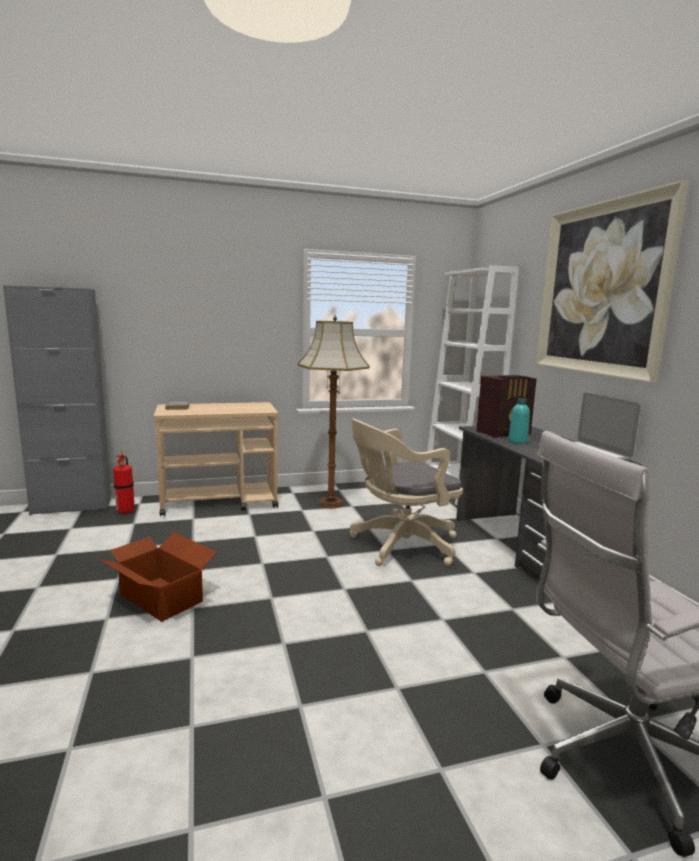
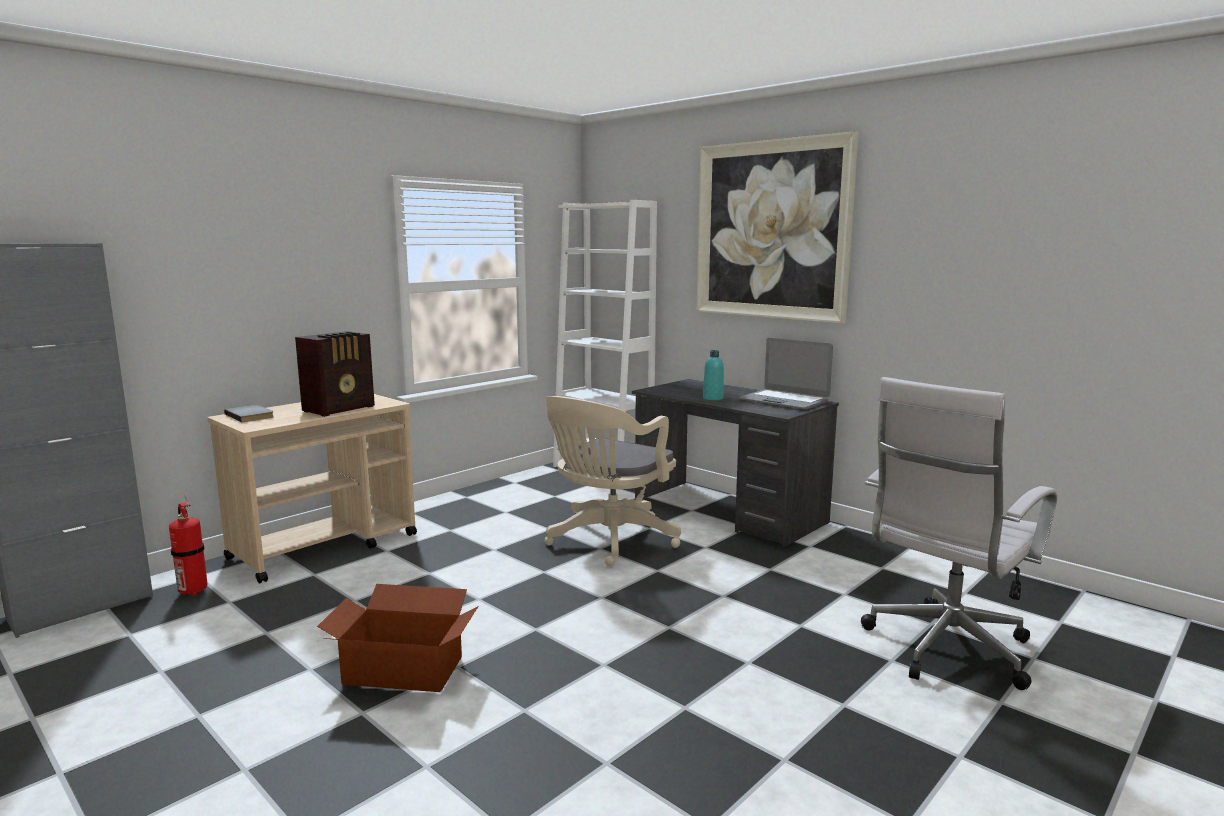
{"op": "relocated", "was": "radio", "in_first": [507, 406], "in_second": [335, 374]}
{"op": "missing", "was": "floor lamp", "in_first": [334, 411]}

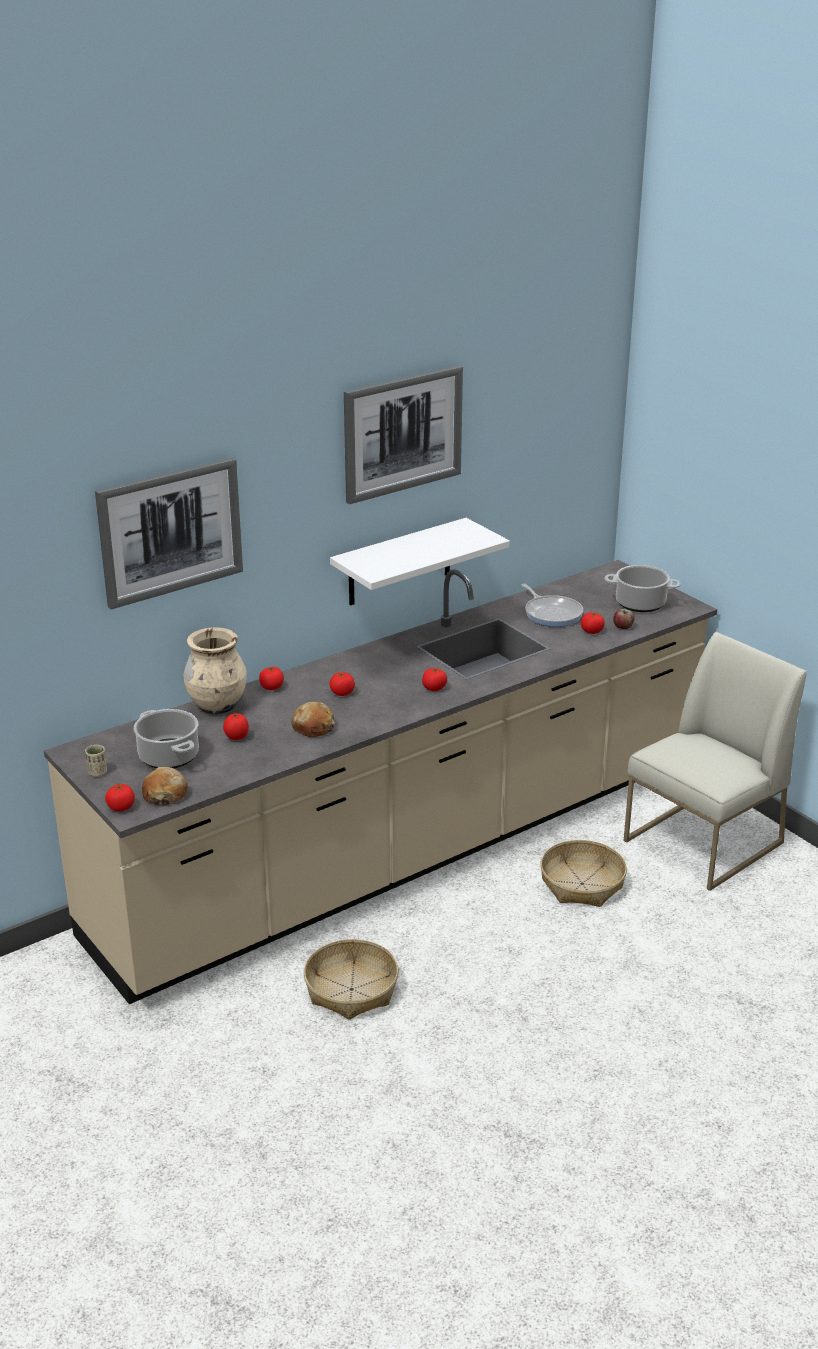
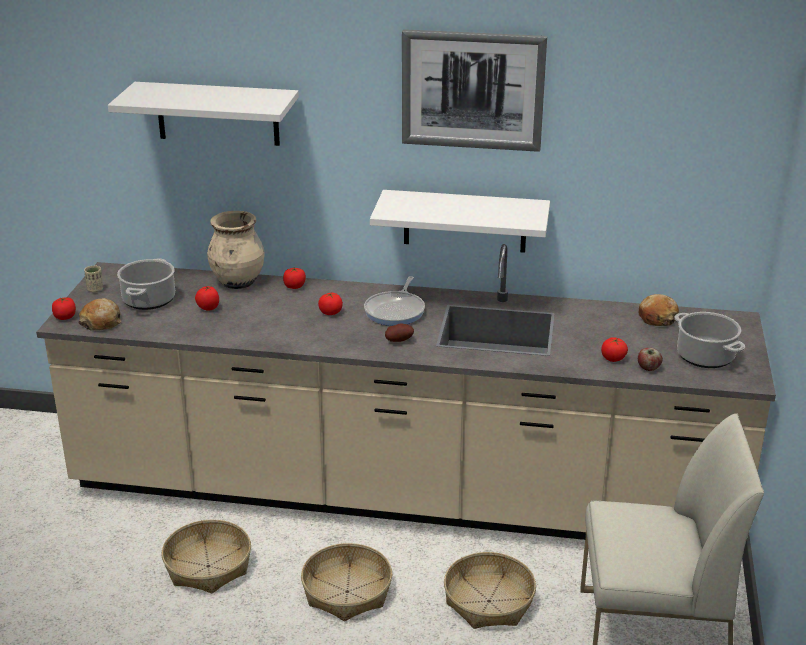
{"op": "exchanged", "was": "picture", "now": "white shelf", "in_first": [169, 533], "in_second": [203, 114]}
{"op": "appeared", "now": "basket", "in_second": [346, 582]}
{"op": "relocated", "was": "frying pan", "in_first": [552, 605], "in_second": [394, 301]}
{"op": "exchanged", "was": "tomato", "now": "potato", "in_first": [434, 679], "in_second": [399, 332]}
{"op": "relocated", "was": "bread", "in_first": [313, 719], "in_second": [659, 310]}

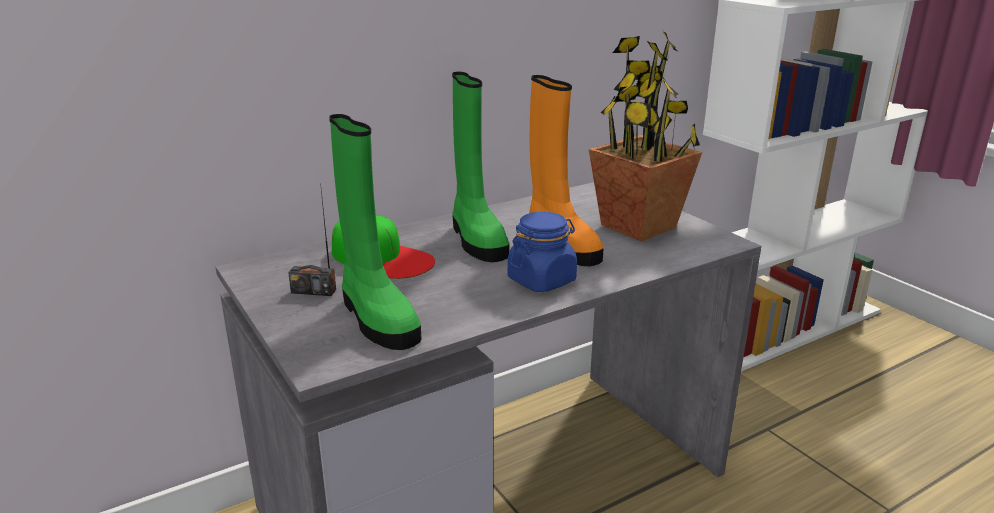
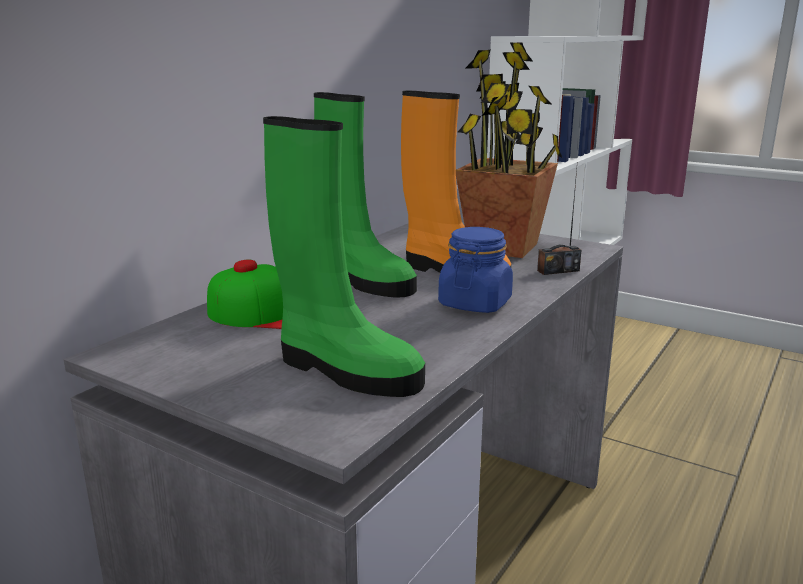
{"op": "relocated", "was": "radio", "in_first": [312, 239], "in_second": [559, 222]}

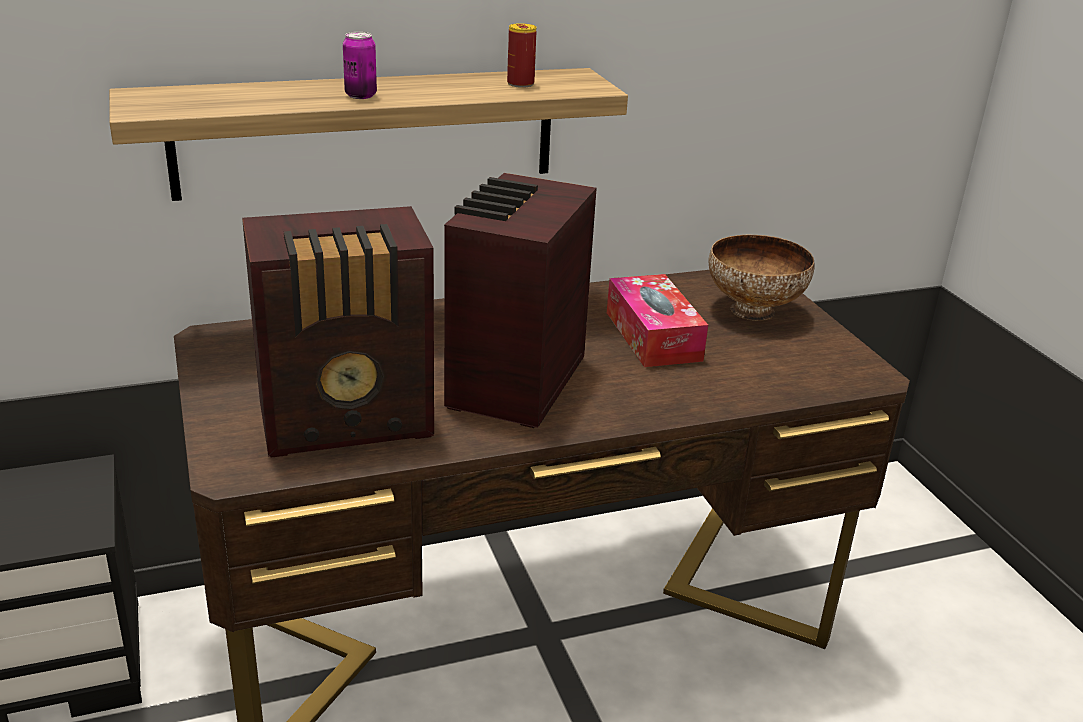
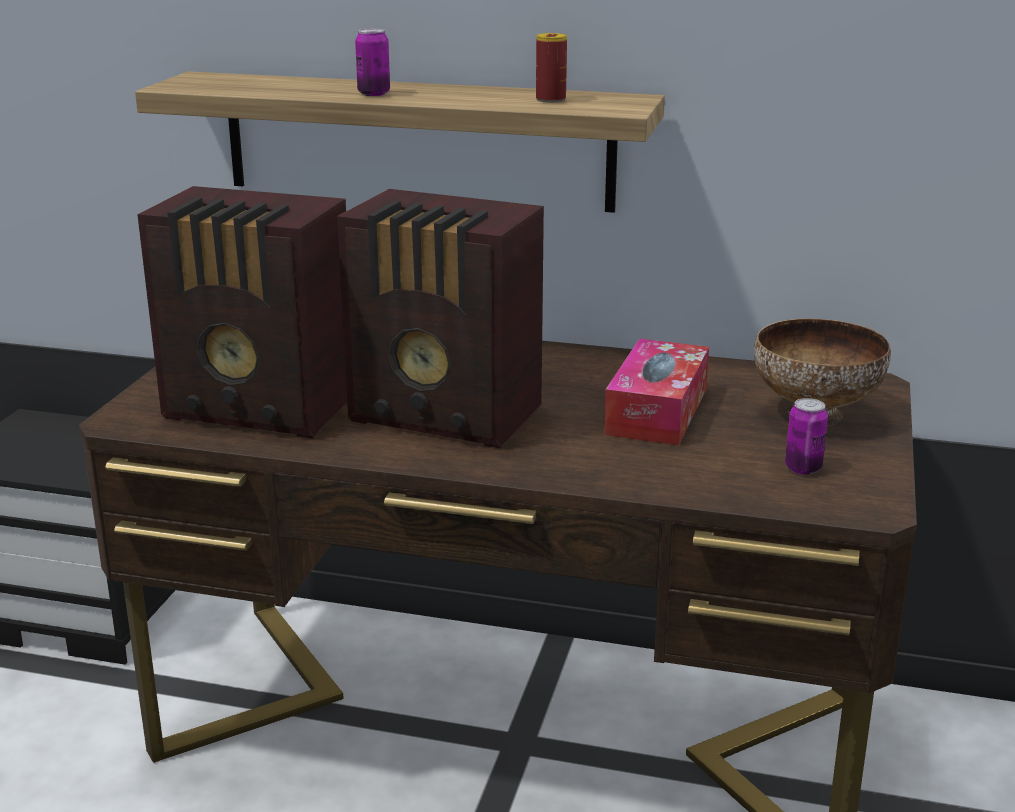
{"op": "spun", "was": "radio", "in_first": [520, 300], "in_second": [440, 318], "clockwise": -120}
{"op": "appeared", "now": "can", "in_second": [806, 436]}

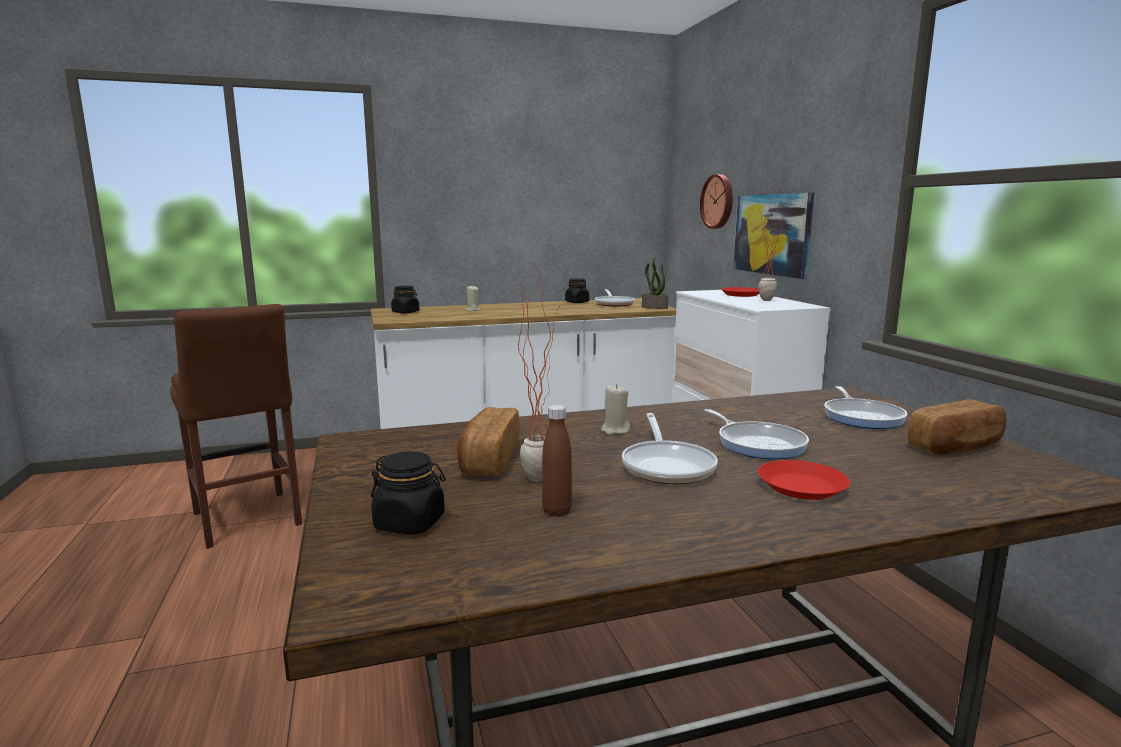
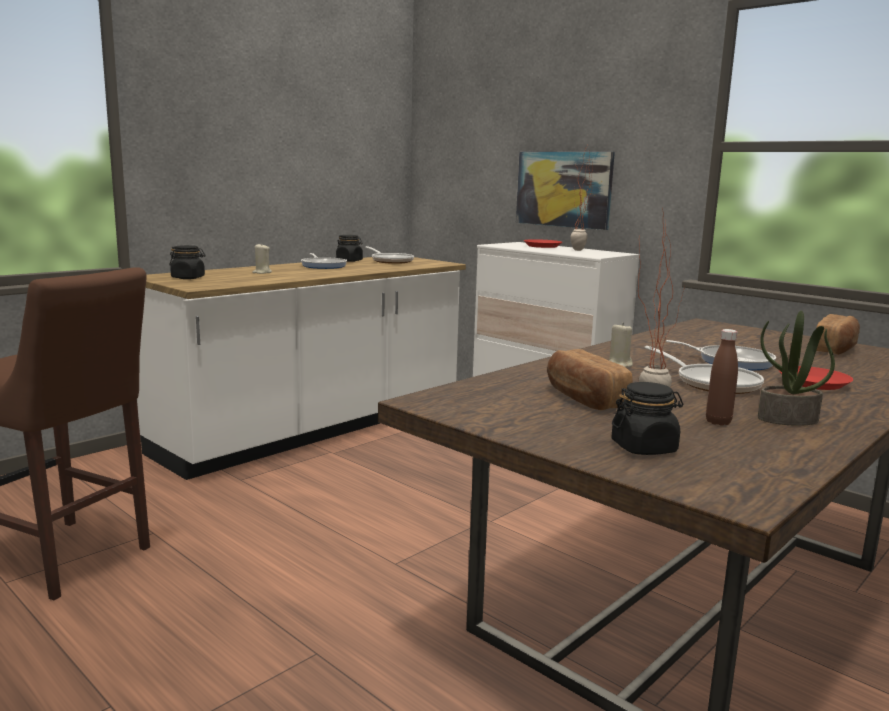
{"op": "relocated", "was": "frying pan", "in_first": [865, 407], "in_second": [324, 261]}
{"op": "relocated", "was": "potted plant", "in_first": [655, 283], "in_second": [796, 368]}
{"op": "missing", "was": "wall clock", "in_first": [716, 201]}

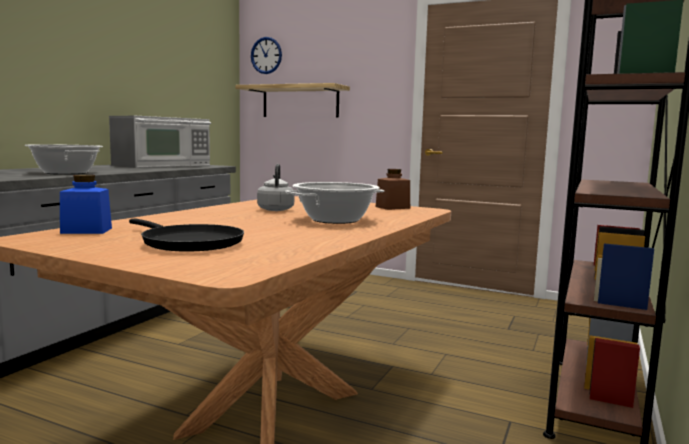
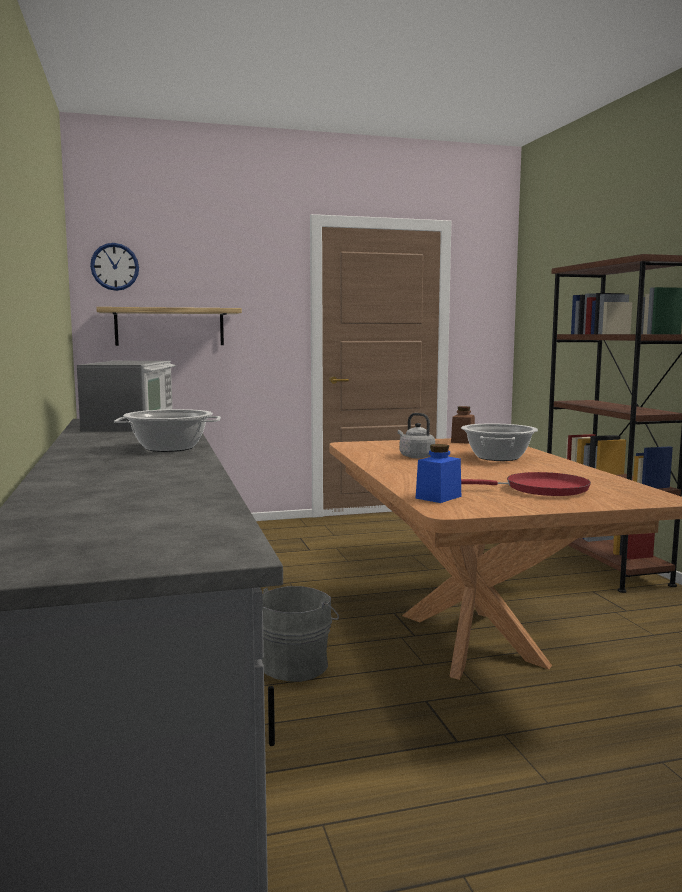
{"op": "appeared", "now": "grey bucket", "in_second": [300, 634]}
{"op": "colour", "was": "black frying pan", "now": "red frying pan", "in_first": [186, 235], "in_second": [526, 484]}

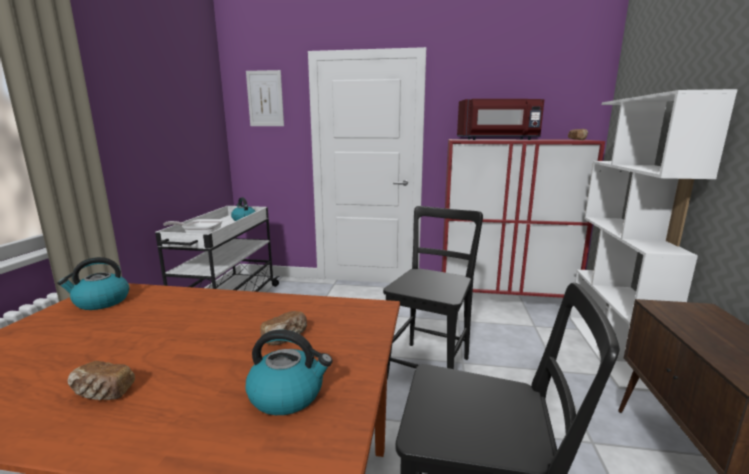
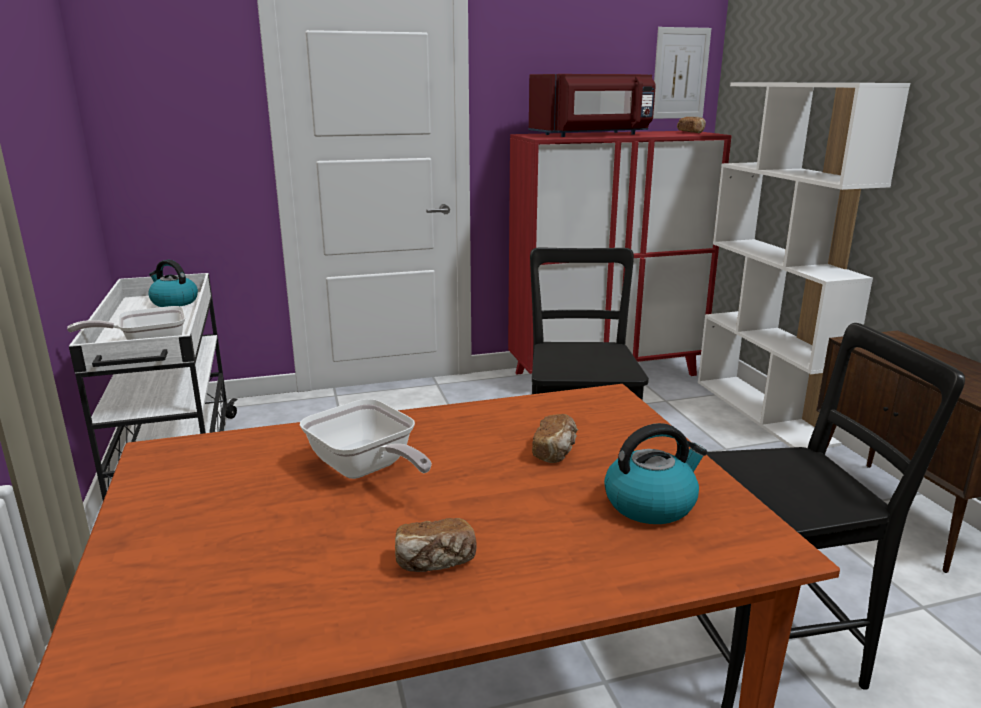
{"op": "appeared", "now": "frying pan", "in_second": [366, 439]}
{"op": "relocated", "was": "picture", "in_first": [265, 98], "in_second": [682, 73]}
{"op": "missing", "was": "kettle", "in_first": [93, 283]}

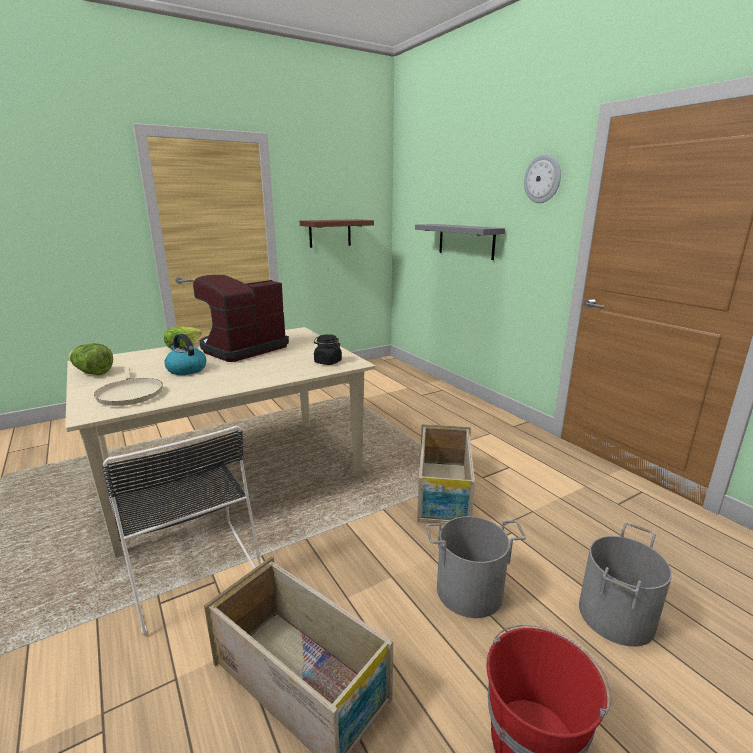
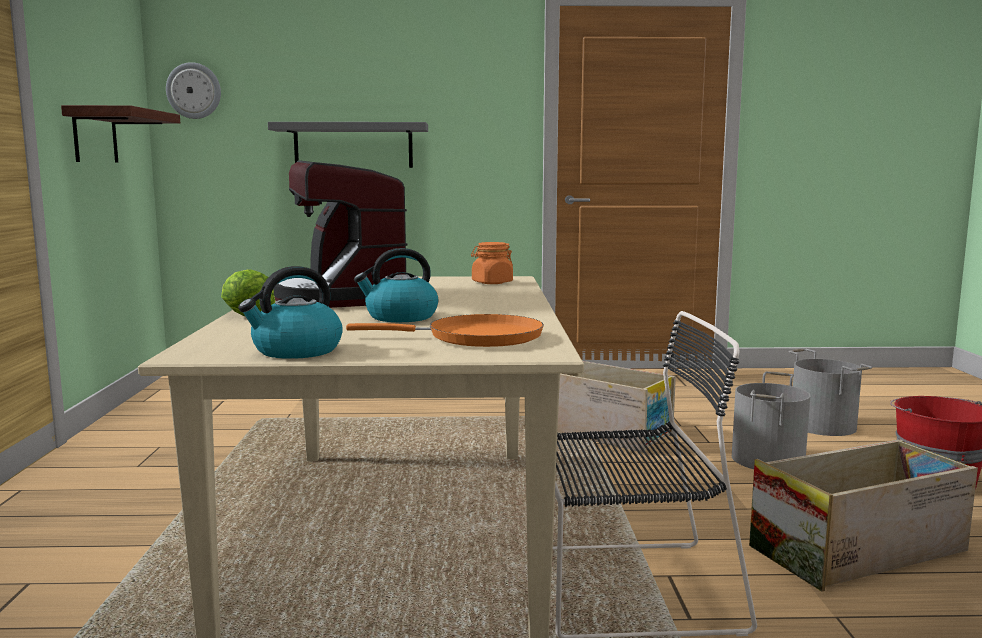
{"op": "relocated", "was": "wall clock", "in_first": [542, 178], "in_second": [193, 90]}
{"op": "exchanged", "was": "lettuce", "now": "kettle", "in_first": [91, 359], "in_second": [290, 312]}
{"op": "colour", "was": "beige frying pan", "now": "orange frying pan", "in_first": [128, 386], "in_second": [445, 330]}
{"op": "colour", "was": "black jar", "now": "orange jar", "in_first": [328, 349], "in_second": [492, 263]}

